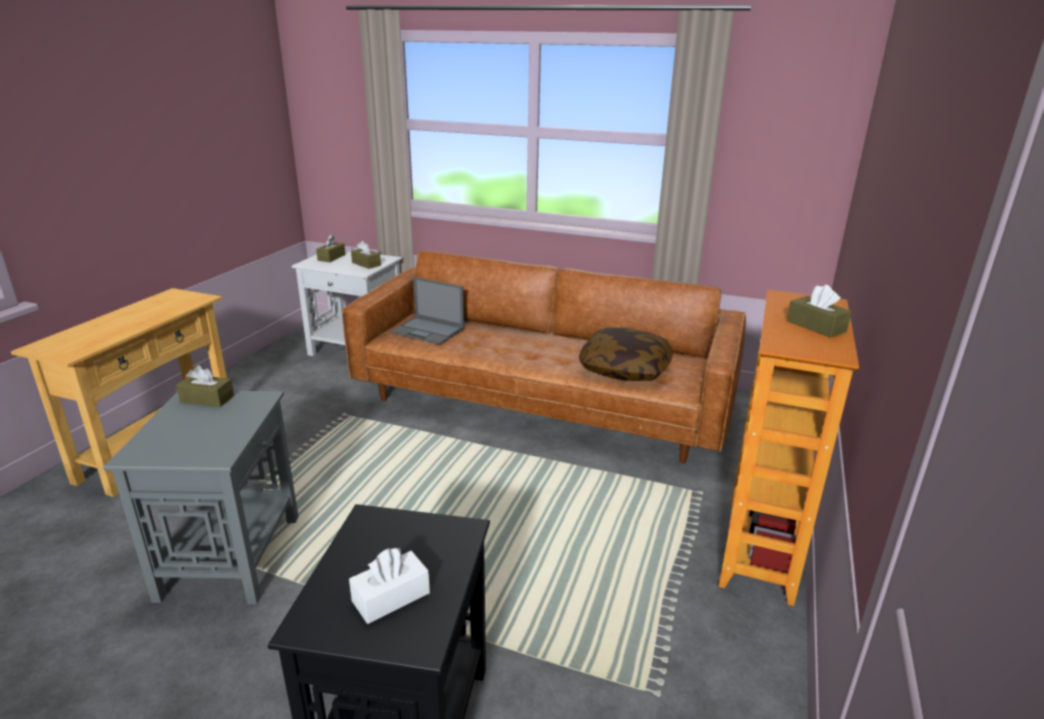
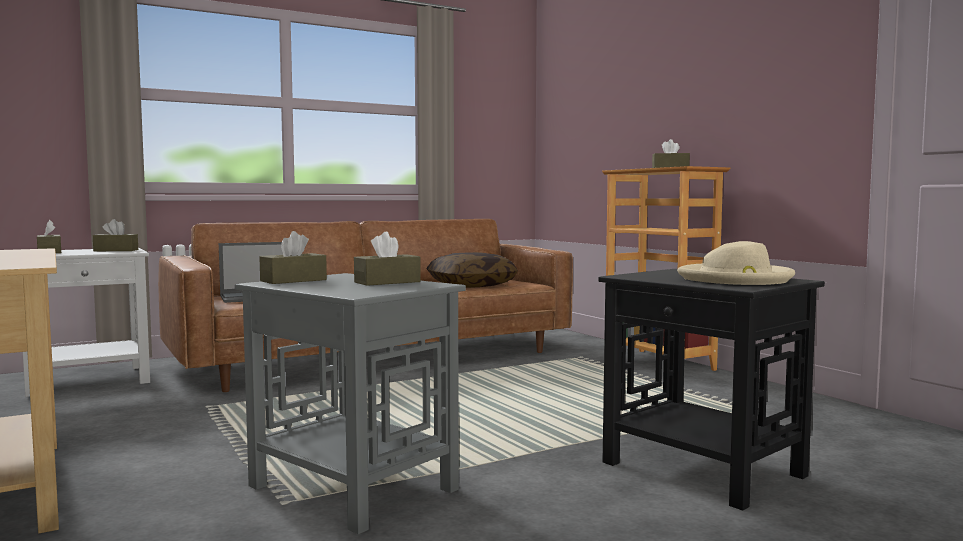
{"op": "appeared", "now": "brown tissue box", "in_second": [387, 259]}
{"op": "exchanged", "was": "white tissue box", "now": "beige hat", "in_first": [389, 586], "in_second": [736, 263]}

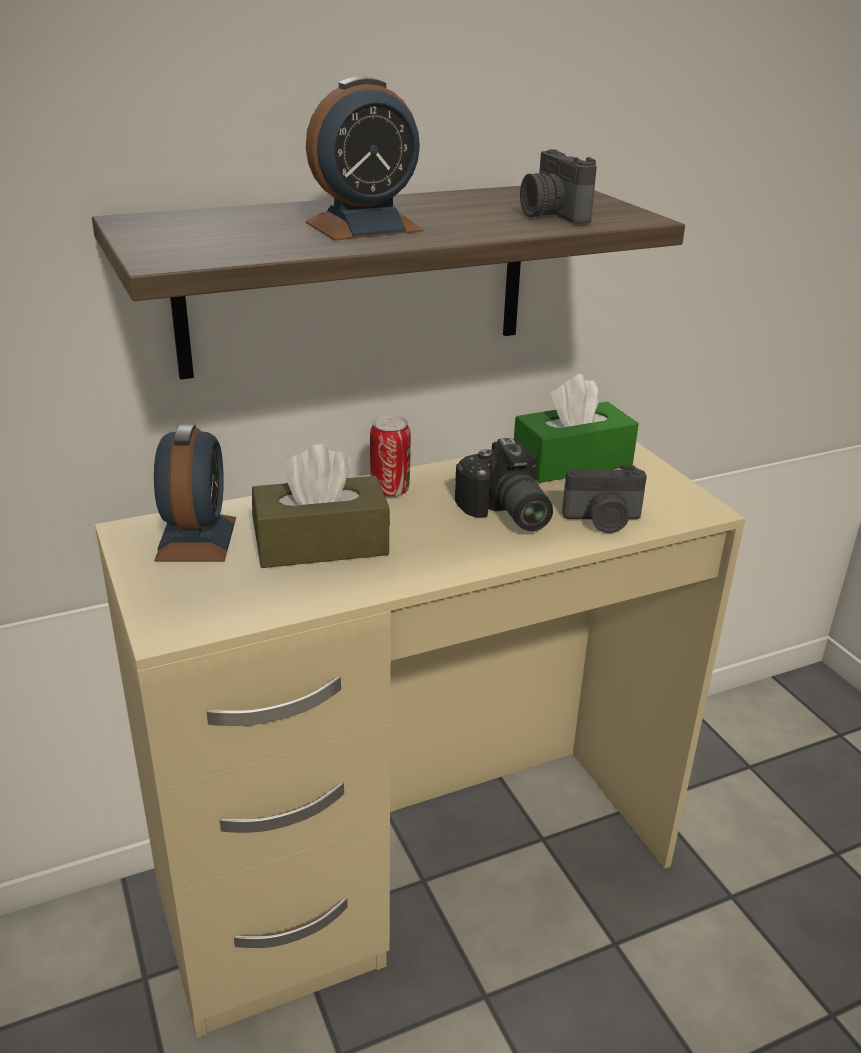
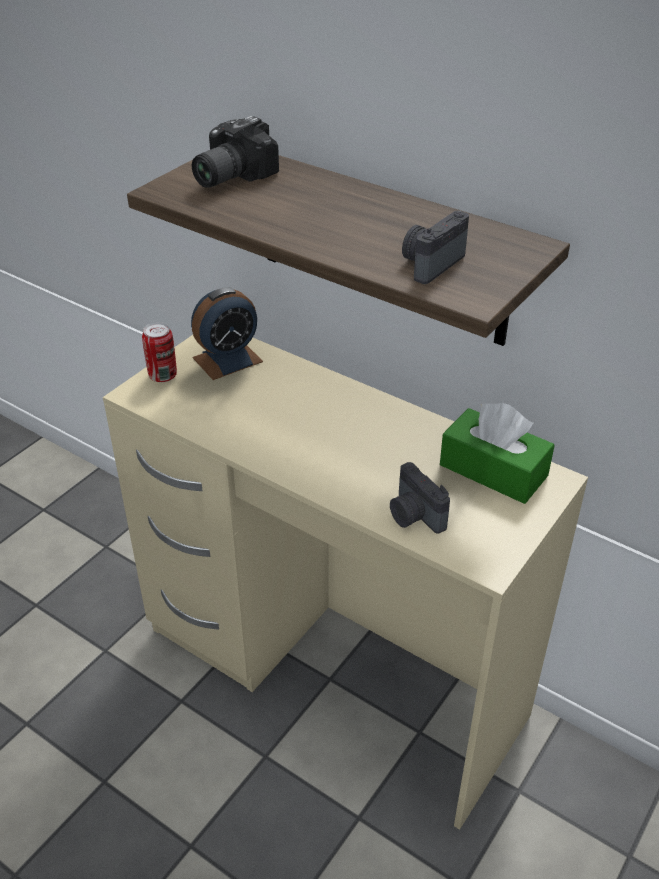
{"op": "relocated", "was": "can", "in_first": [390, 456], "in_second": [159, 352]}
{"op": "relocated", "was": "photo camera", "in_first": [504, 484], "in_second": [235, 152]}
{"op": "missing", "was": "brown tissue box", "in_first": [321, 506]}
{"op": "missing", "was": "alarm clock", "in_first": [364, 158]}

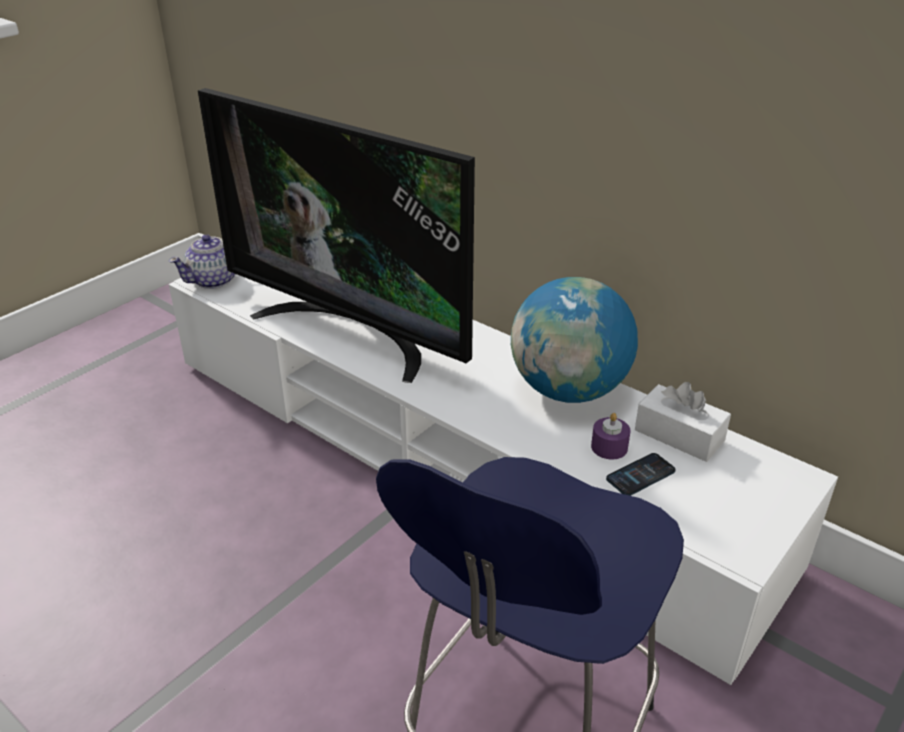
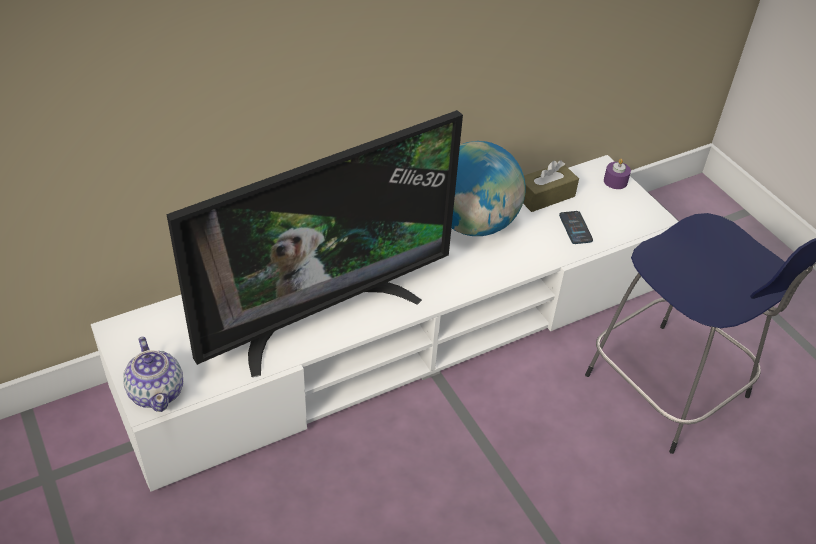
{"op": "colour", "was": "white tissue box", "now": "brown tissue box", "in_first": [683, 422], "in_second": [551, 186]}
{"op": "relocated", "was": "purple candle", "in_first": [611, 436], "in_second": [617, 174]}

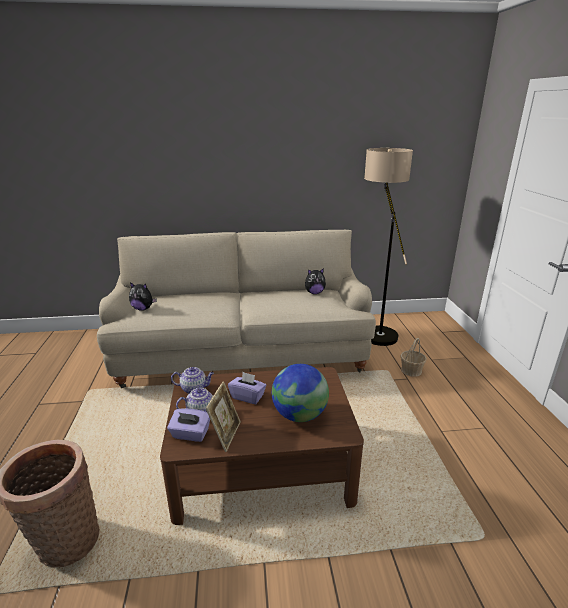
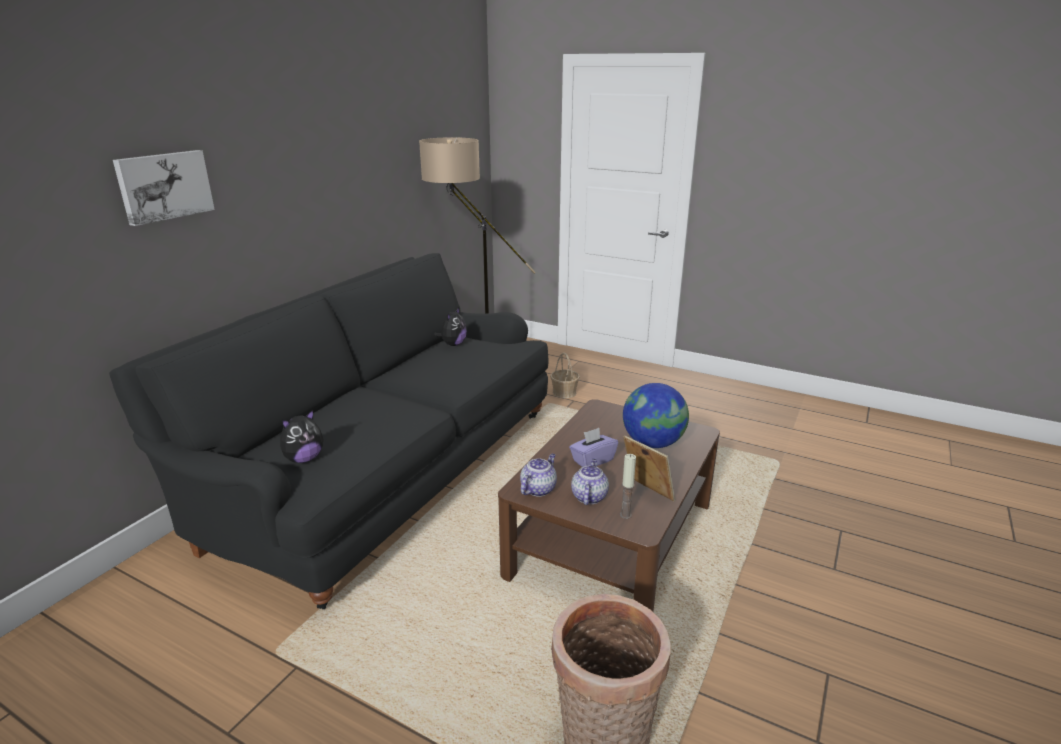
{"op": "colour", "was": "beige sofa", "now": "black sofa", "in_first": [236, 309], "in_second": [328, 431]}
{"op": "appeared", "now": "picture", "in_second": [164, 188]}
{"op": "exchanged", "was": "purple tissue box", "now": "candle", "in_first": [188, 425], "in_second": [628, 486]}

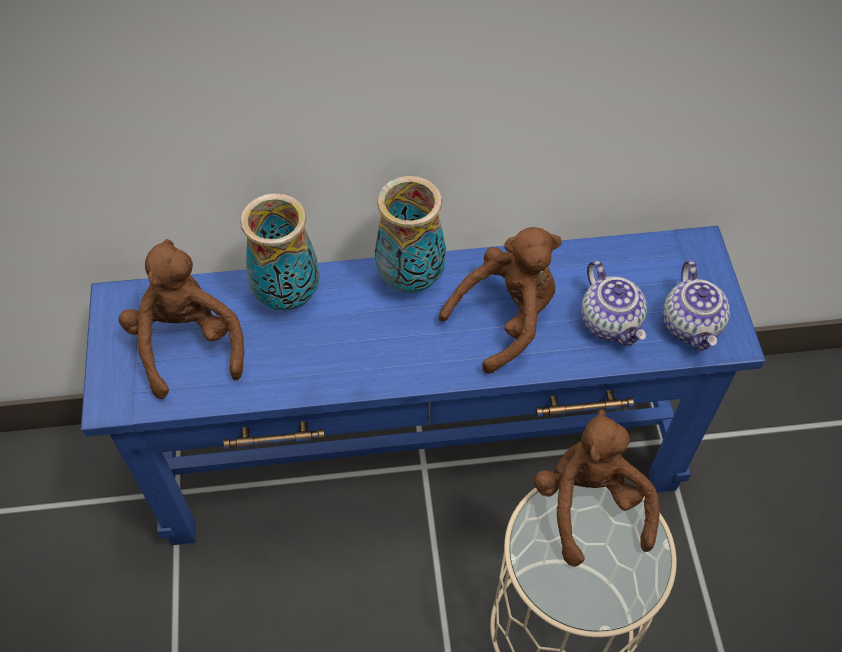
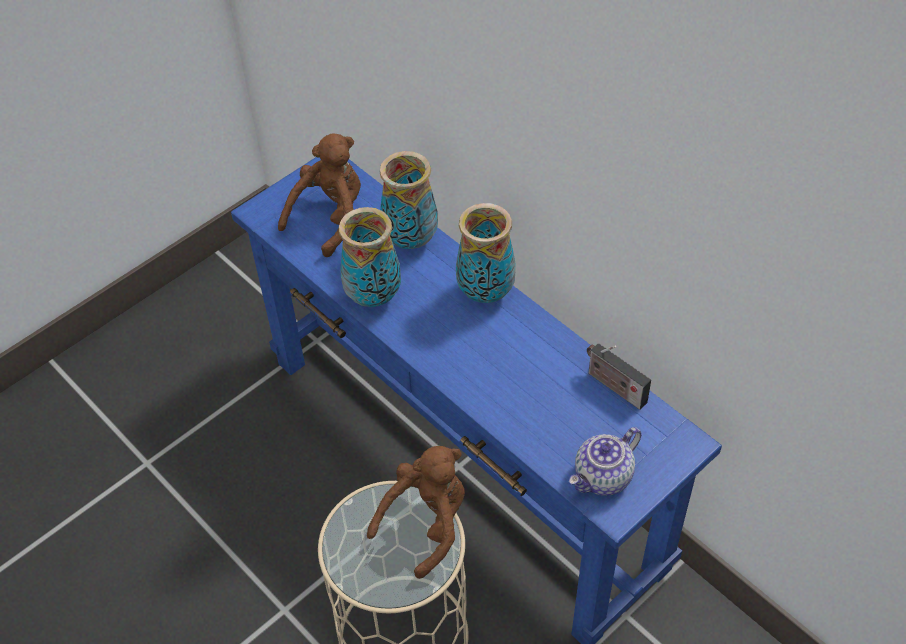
{"op": "appeared", "now": "vase", "in_second": [370, 257]}
{"op": "appeared", "now": "radio", "in_second": [619, 376]}
{"op": "missing", "was": "brown plush toy", "in_first": [500, 300]}
{"op": "missing", "was": "teapot", "in_first": [614, 303]}

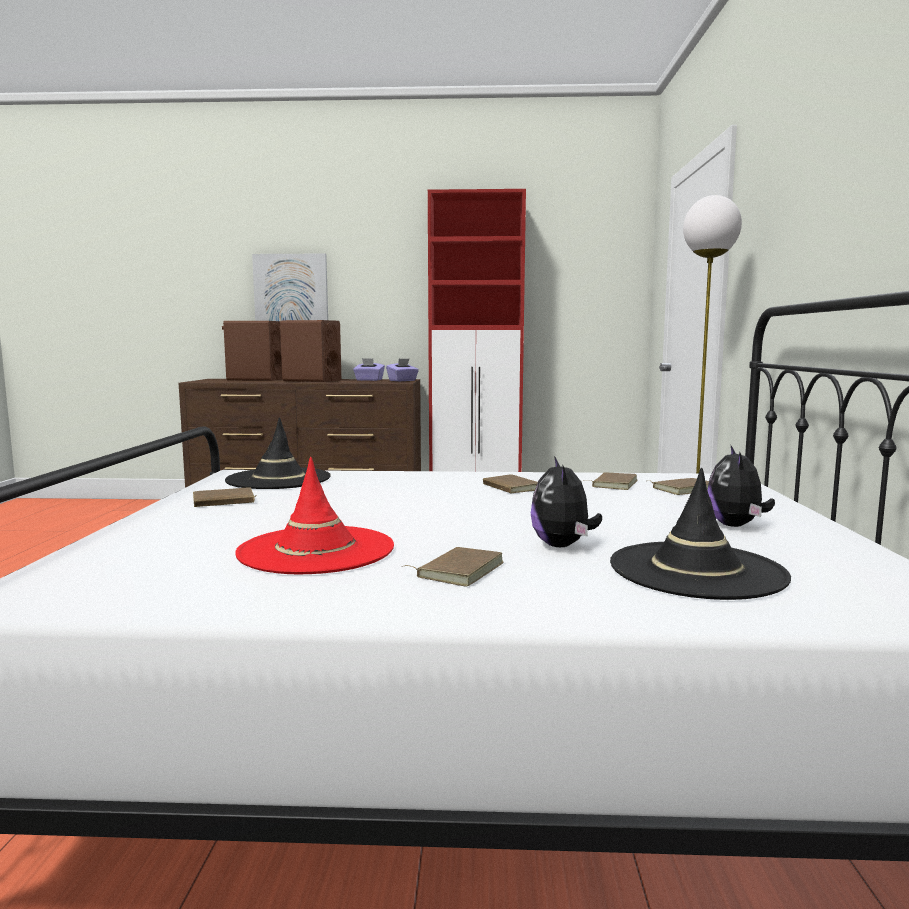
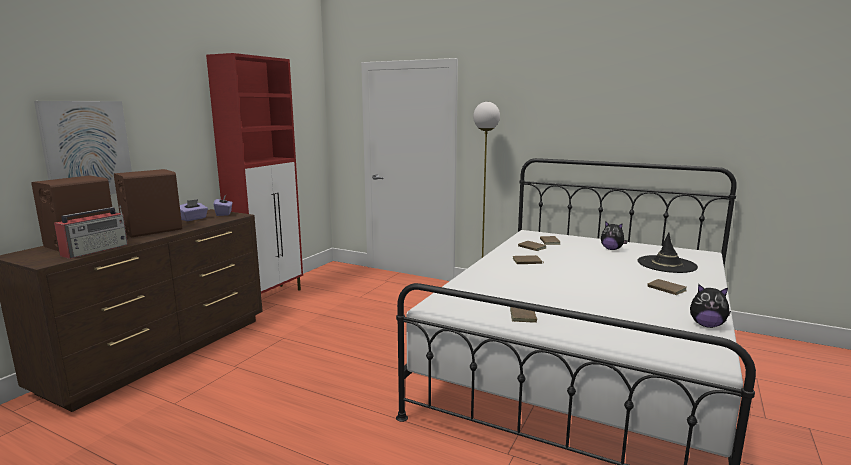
{"op": "appeared", "now": "radio", "in_second": [91, 232]}
{"op": "relocated", "was": "plush toy", "in_first": [566, 501], "in_second": [710, 306]}
{"op": "missing", "was": "black hat", "in_first": [278, 453]}
{"op": "missing", "was": "red hat", "in_first": [314, 515]}

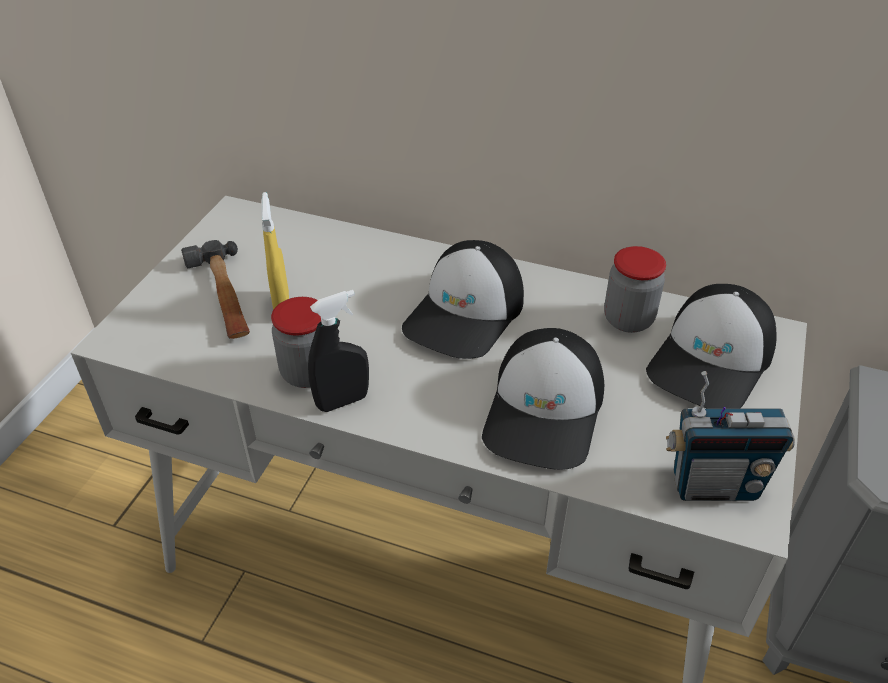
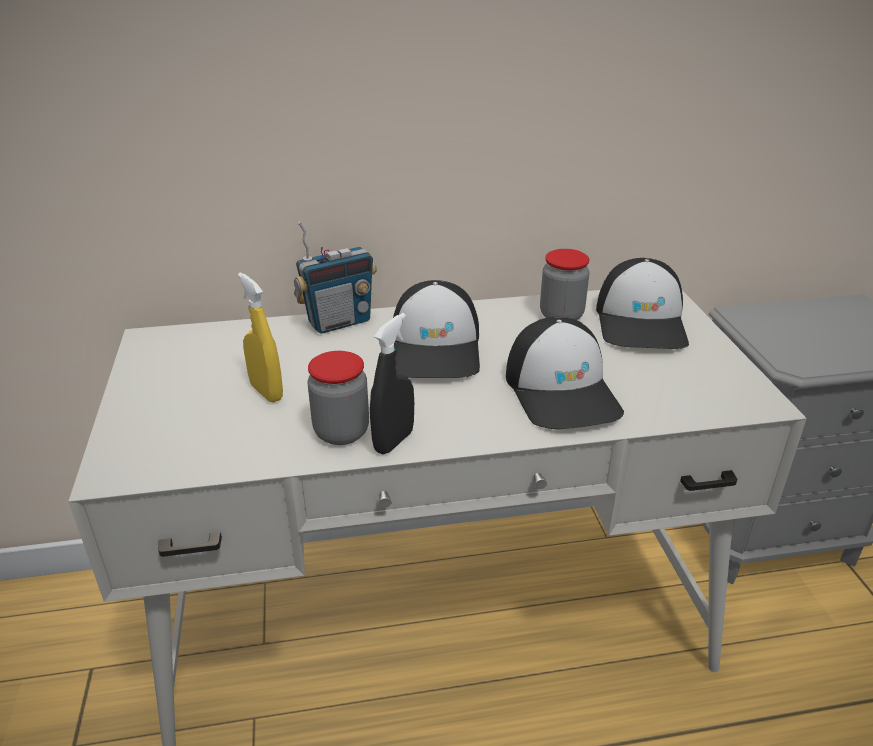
{"op": "relocated", "was": "radio", "in_first": [730, 436], "in_second": [335, 277]}
{"op": "missing", "was": "hammer", "in_first": [215, 289]}

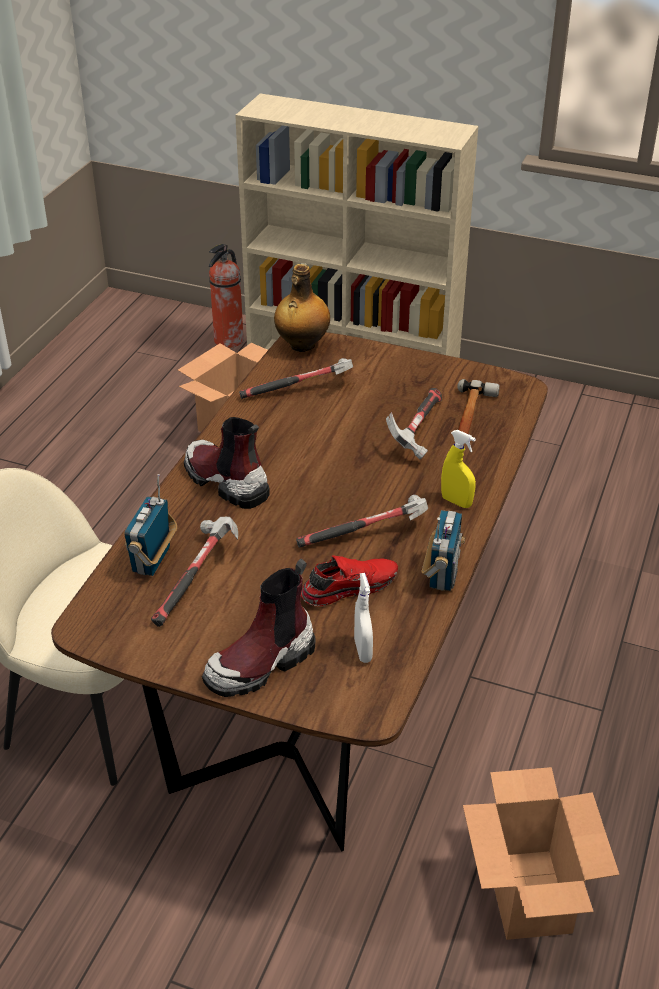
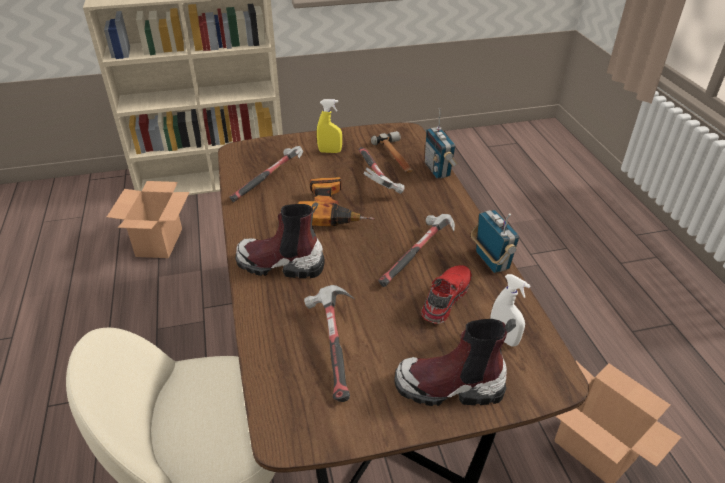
{"op": "appeared", "now": "power drill", "in_second": [336, 201]}
{"op": "relocated", "was": "yellow spray bottle", "in_first": [458, 469], "in_second": [329, 126]}
{"op": "spun", "was": "boot", "in_first": [259, 628], "in_second": [455, 362], "clockwise": 75}
{"op": "relocated", "was": "radio", "in_first": [150, 525], "in_second": [441, 143]}
{"op": "missing", "was": "fire extinguisher", "in_first": [226, 296]}
{"op": "missing", "was": "bottle", "in_first": [302, 308]}

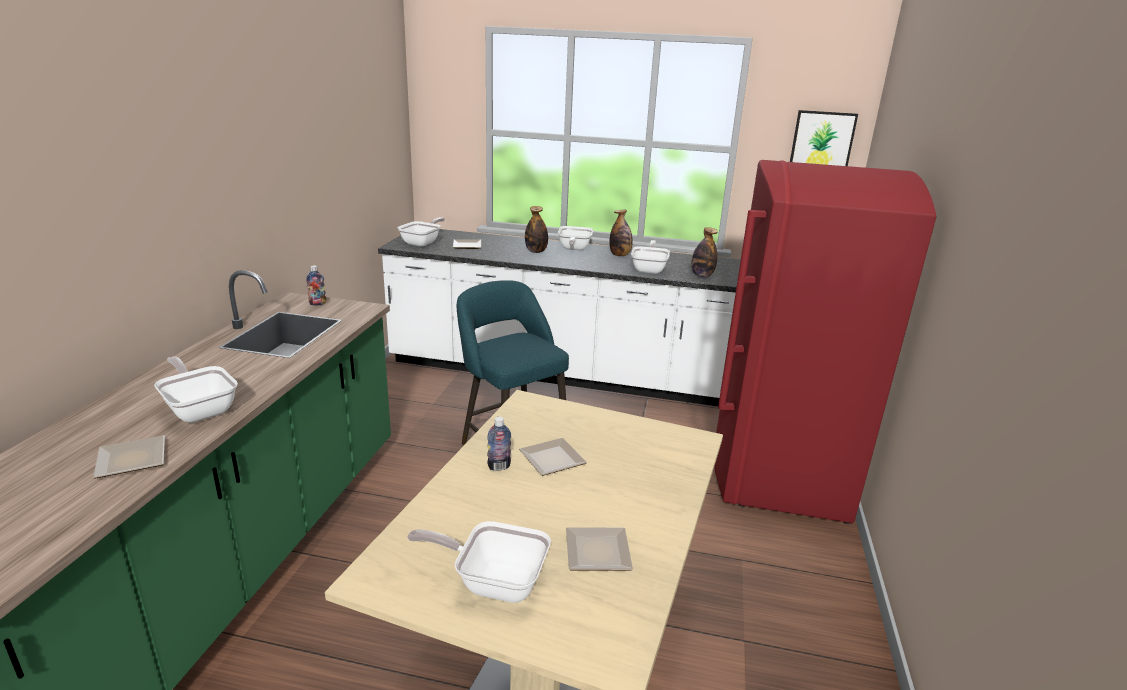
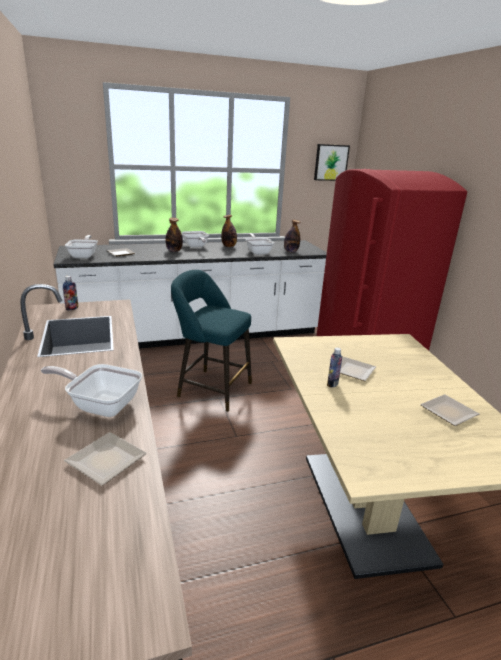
{"op": "missing", "was": "frying pan", "in_first": [479, 562]}

